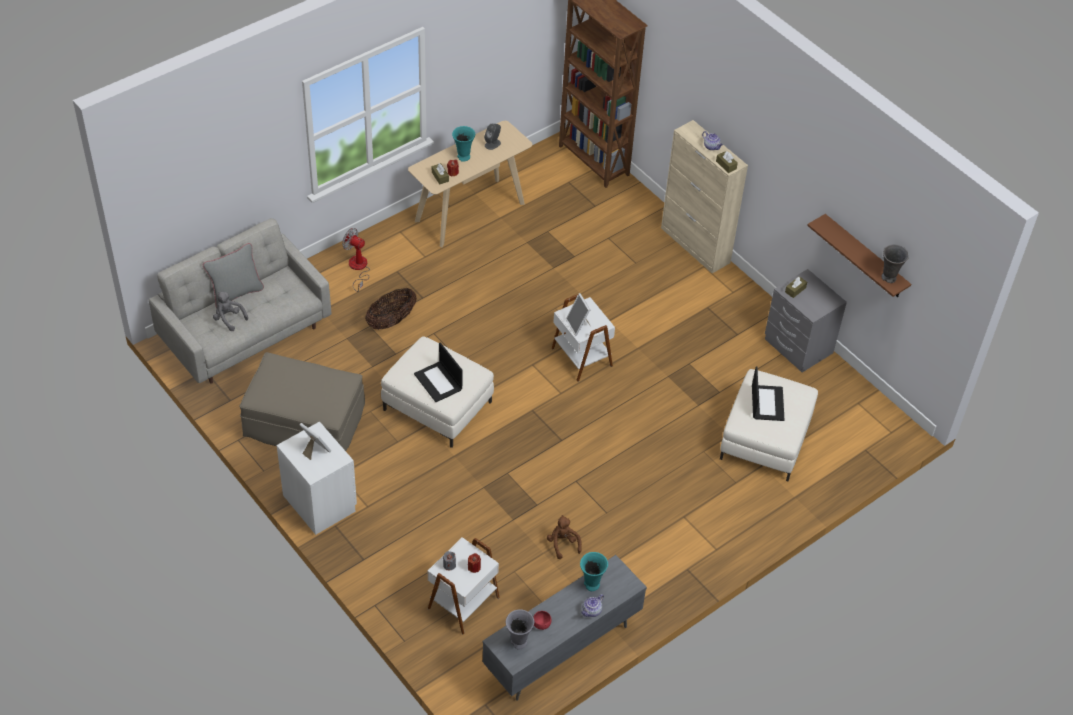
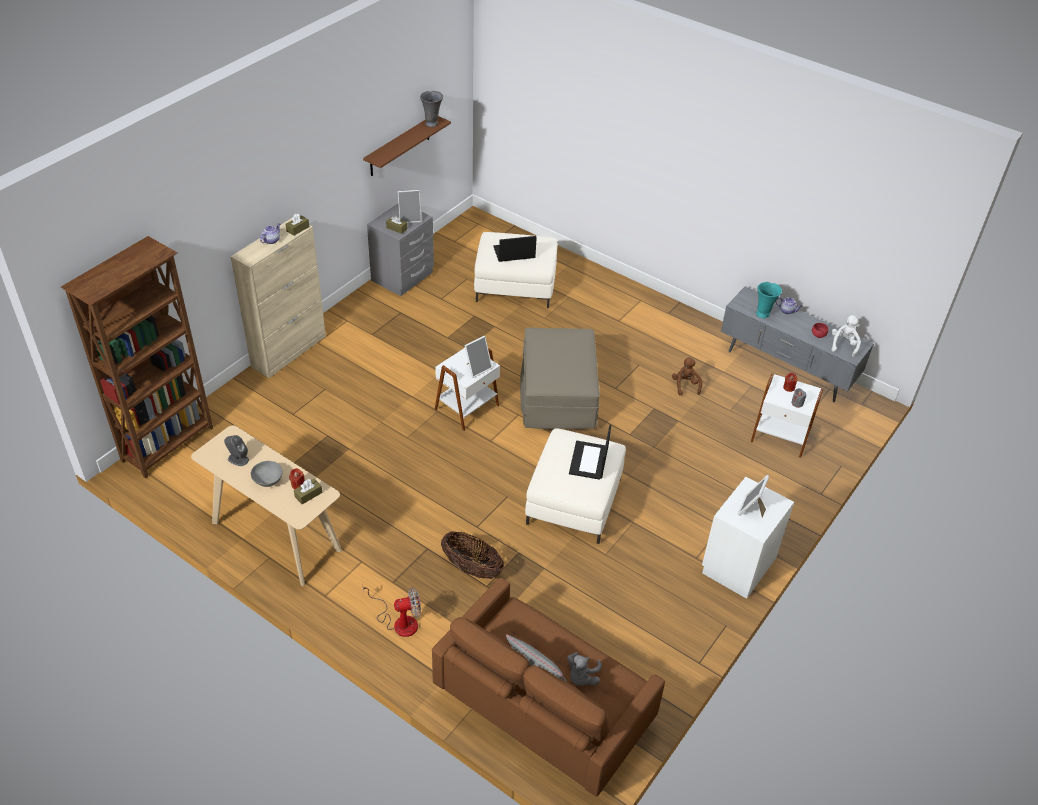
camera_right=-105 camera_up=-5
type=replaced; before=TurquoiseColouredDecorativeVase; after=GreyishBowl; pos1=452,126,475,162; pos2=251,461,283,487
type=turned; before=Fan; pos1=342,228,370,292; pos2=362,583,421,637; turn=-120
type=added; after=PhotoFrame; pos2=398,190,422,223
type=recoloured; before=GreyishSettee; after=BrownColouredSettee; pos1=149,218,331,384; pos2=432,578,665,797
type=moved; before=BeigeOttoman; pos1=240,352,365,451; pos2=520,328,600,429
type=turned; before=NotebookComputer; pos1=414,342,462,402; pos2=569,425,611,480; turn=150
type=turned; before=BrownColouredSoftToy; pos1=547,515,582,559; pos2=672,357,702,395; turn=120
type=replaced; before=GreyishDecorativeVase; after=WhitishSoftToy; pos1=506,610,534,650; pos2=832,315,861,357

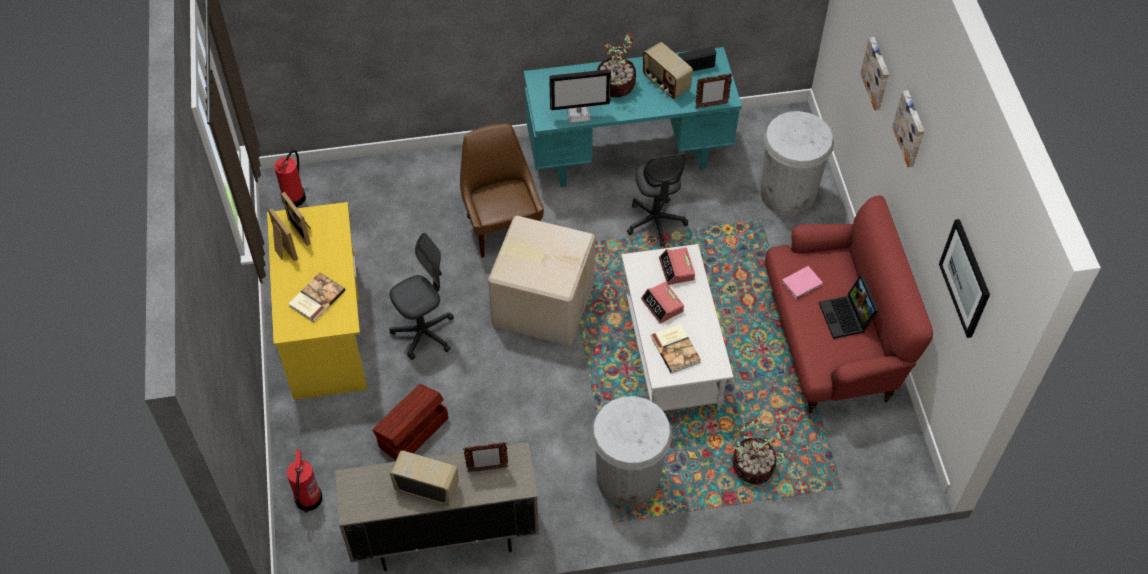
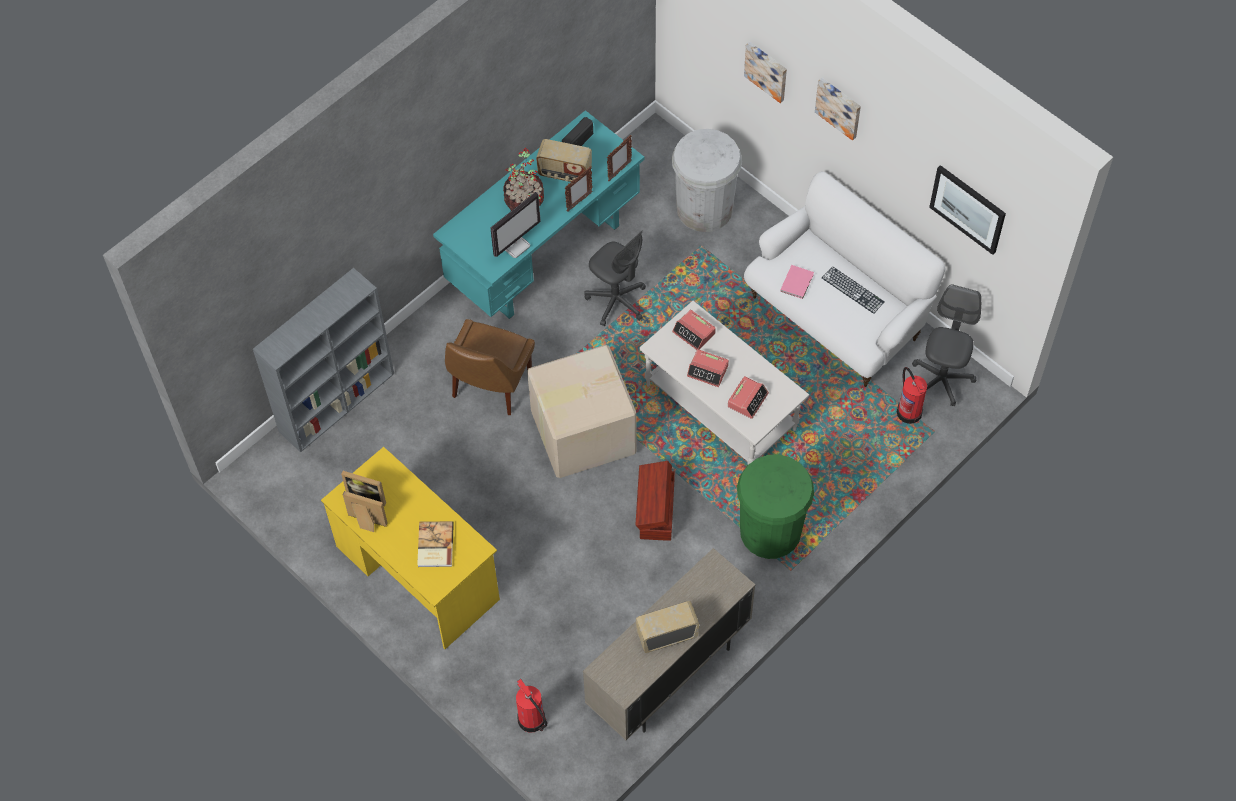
camera_right=-35 camera_up=5
type=added; after=GreyishShelvingUnit; pos2=253,268,394,452
type=turned; before=BrownColouredPlainChair; pos1=460,124,544,258; pos2=445,319,535,415; turn=-105
type=moved; before=PhotoFrame; pos1=463,442,509,472; pos2=565,166,593,212
type=moved; before=BrownColouredStorageContainer; pos1=372,384,448,460; pos2=635,461,675,541
type=replaced; before=Book; after=AlarmClock; pos1=651,324,701,374; pos2=728,376,769,419
type=recoloured; before=WhitishWasteBin; after=GreenColouredWasteBin; pos1=591,396,672,507; pos2=737,454,814,559
type=recoloured; before=ReddishSettee; after=WhitishSettee; pos1=765,196,933,413; pos2=744,172,945,387
type=replaced; before=NotebookComputer; after=ComputerKeyboard; pos1=819,275,879,339; pos2=822,266,884,314
type=moved; before=Extinguisher; pos1=274,150,306,207; pos2=897,367,927,424
type=moved; before=GreyishComputerChair; pos1=390,233,454,360; pos2=912,284,981,407
type=removed; before=PottedPlant; pos1=733,419,788,485

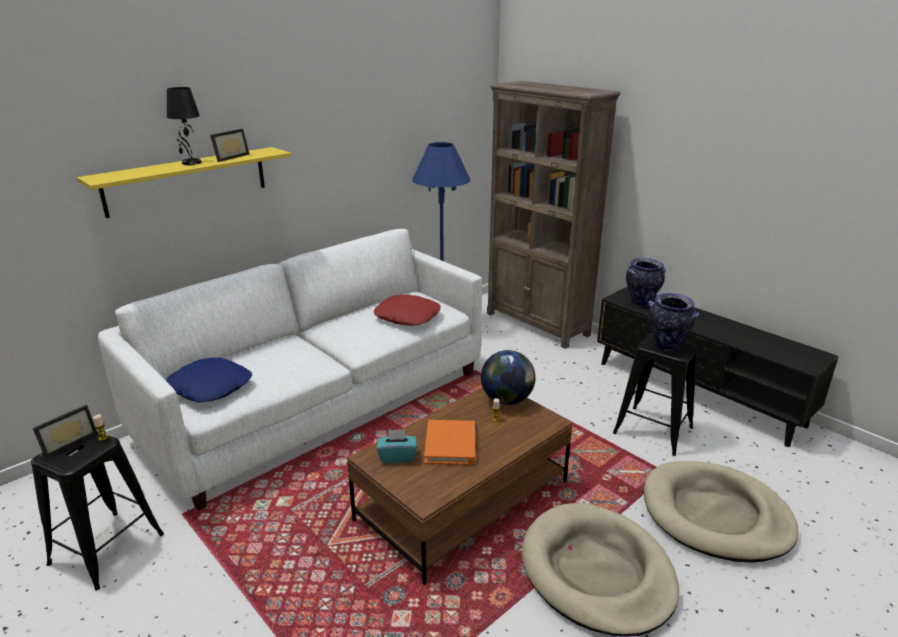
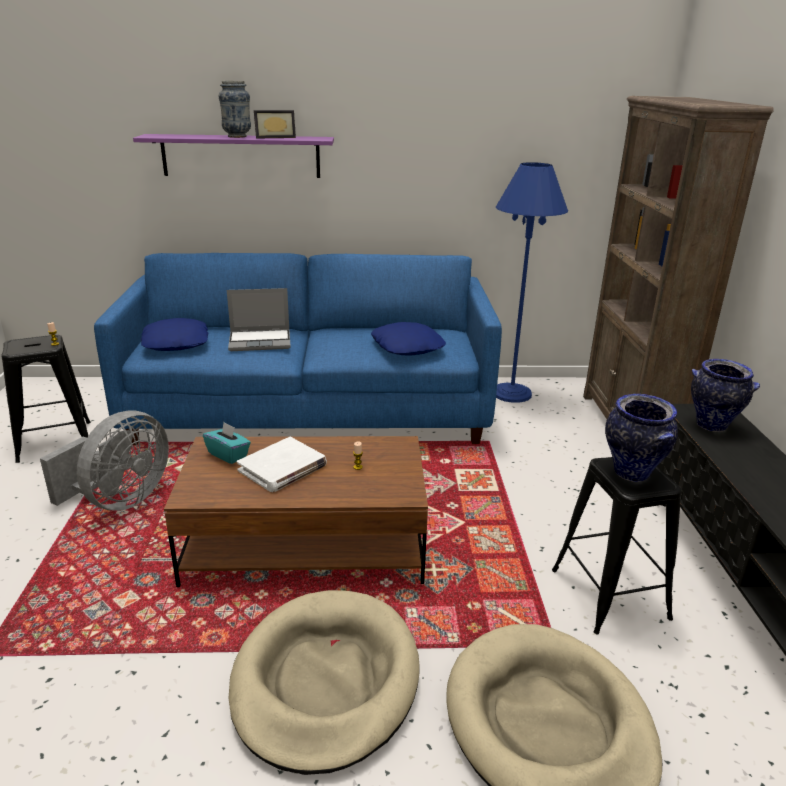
camera_right=40 camera_up=0
type=added; after=GreyishFan; pos2=40,410,169,511
type=recoloured; before=WhitishSettee; after=BlueColouredSettee; pos1=98,229,482,511; pos2=94,253,502,445
type=recoloured; before=YellowishBracketShelf; after=PurplishBracketShelf; pos1=77,147,291,218; pos2=133,134,334,178
type=replaced; before=BlackTabletopLamp; after=DecorativeVase; pos1=167,87,201,165; pos2=219,81,251,138
type=added; after=NotebookComputer; pos2=227,288,291,351
type=recoloured; before=OrangeColouredBook; after=WhitishBook; pos1=424,420,477,465; pos2=237,437,327,492
type=recoloured; before=ReddishThrowPillow; after=BlueColouredThrowPillow; pos1=374,295,441,326; pos2=371,322,446,355
type=removed; before=PhotoFrame; pos1=33,405,98,458
type=removed; before=Globe; pos1=481,350,536,405

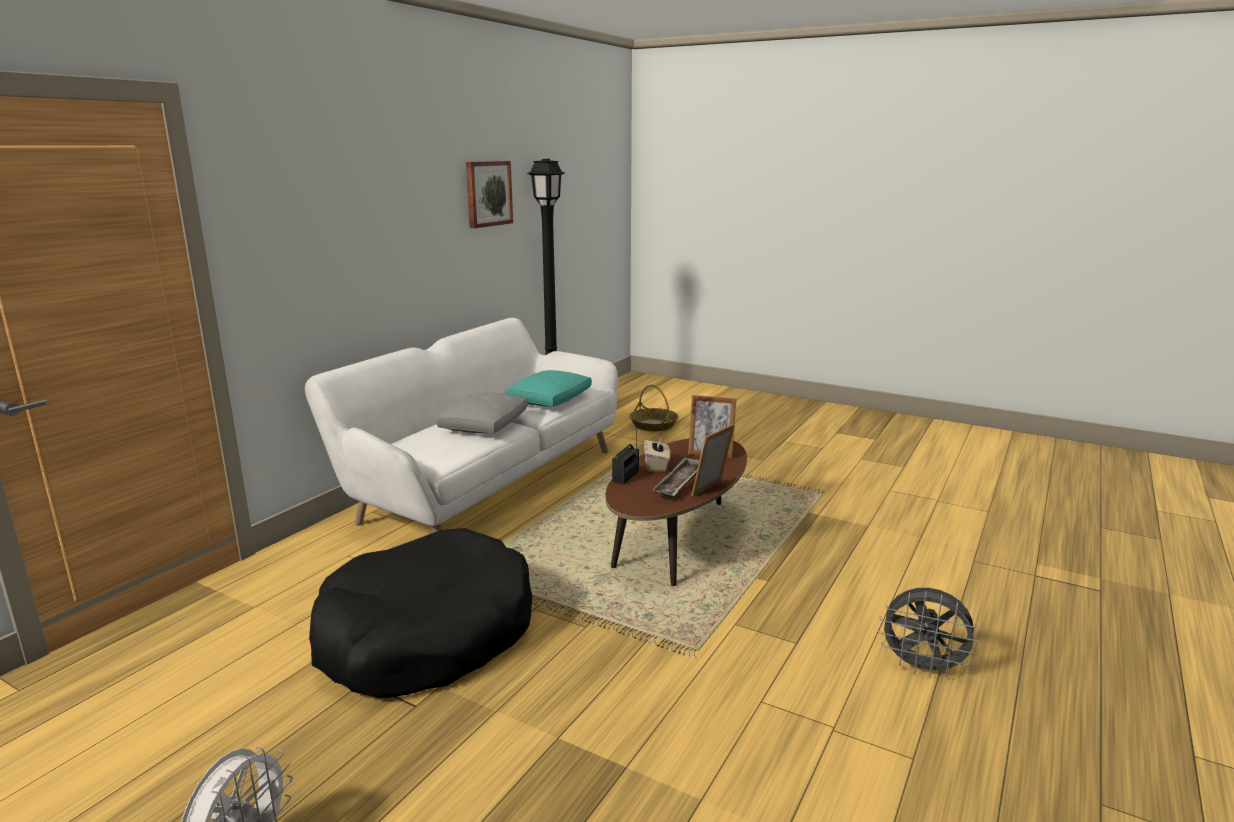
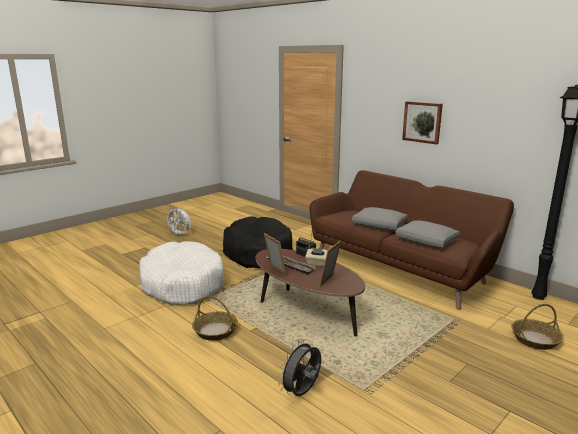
camera_right=105 camera_up=0
type=added; after=WhitishDogBed; pos2=139,241,224,305
type=added; after=StorageBasket; pos2=192,296,238,341
type=moved; before=GreyishFan; pos1=878,588,981,678; pos2=278,339,321,396
type=recoloured; before=WhitishSettee; after=BrownColouredSettee; pos1=305,318,618,533; pos2=309,170,514,310
type=recoloured; before=TurquoiseColouredThrowPillow; after=GreyishThrowPillow; pos1=505,370,592,406; pos2=395,220,460,247
type=moved; before=Picture; pos1=466,161,513,228; pos2=402,101,443,145

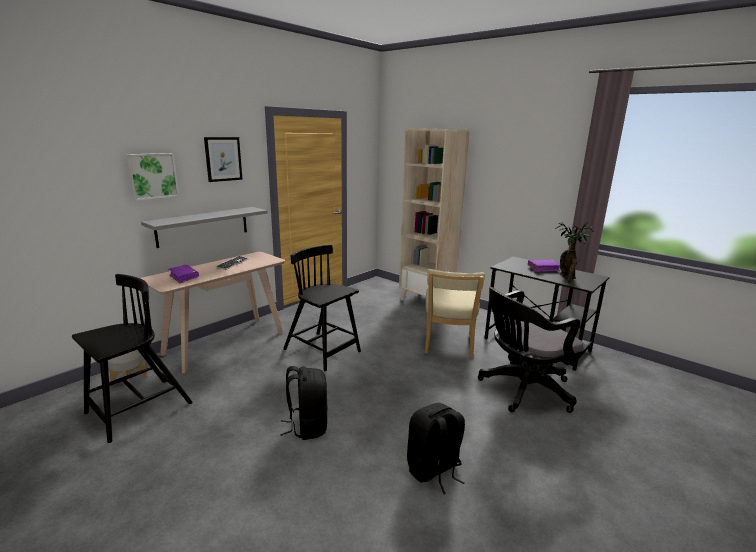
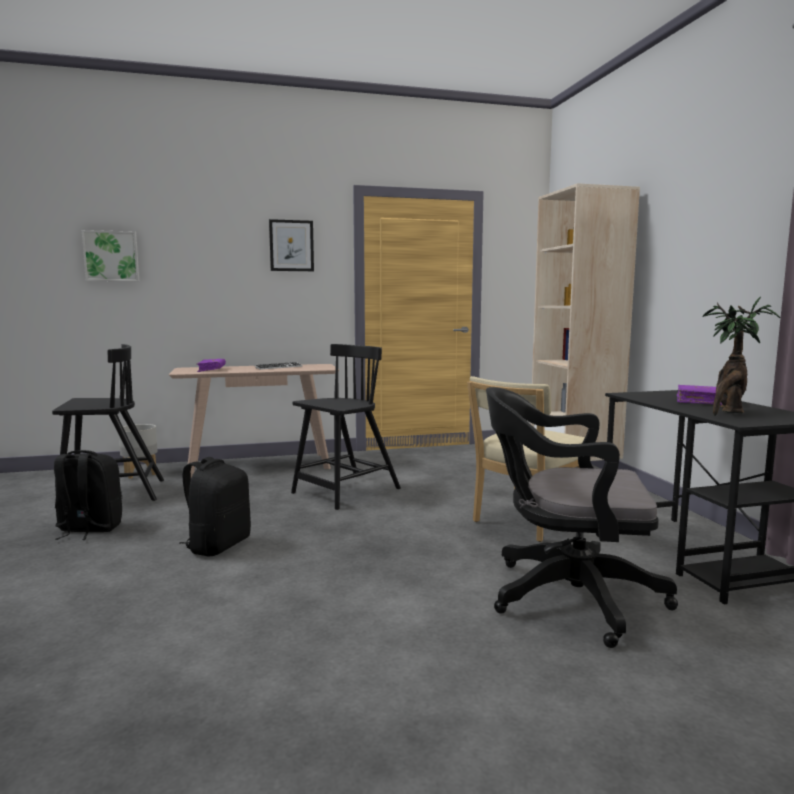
camera_right=35 camera_up=-10
type=moved; before=BlackRucksack; pos1=407,403,465,494; pos2=54,450,122,540
type=moved; before=Picture; pos1=126,153,179,201; pos2=82,230,139,281
type=turned; before=BlackPlainChair; pos1=283,245,361,371; pos2=291,344,401,510; turn=60
type=removed; before=GreyishBracketShelf; pos1=141,207,267,248

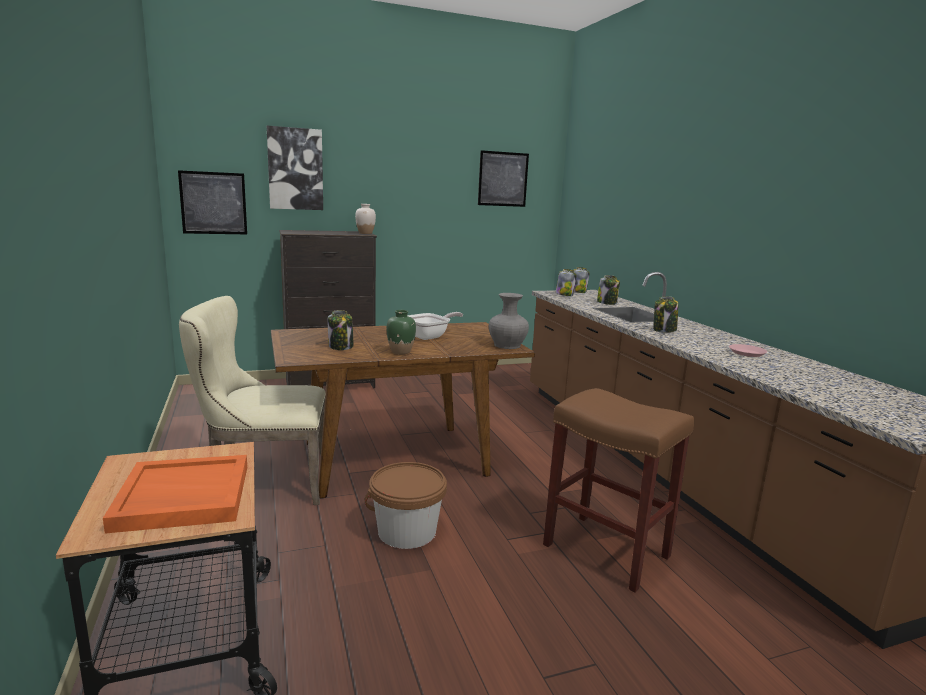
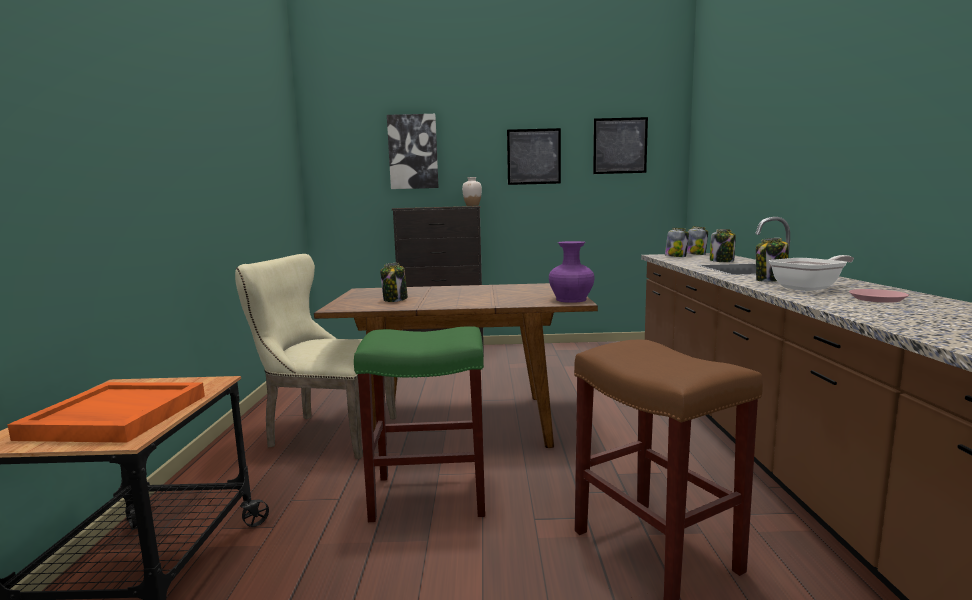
camera_right=20 camera_up=-5
type=replaced; before=BrownColouredPail; after=GreenColouredStool; pos1=365,462,447,549; pos2=354,326,485,522
type=moved; before=Picture; pos1=178,170,247,234; pos2=507,128,561,185
type=recoloured; before=GreyishDecorativeVase; after=PurplishDecorativeVase; pos1=489,293,529,349; pos2=549,241,595,303
type=moved; before=Skillet; pos1=407,312,463,340; pos2=769,255,854,291
type=removed; before=GreenColouredDecorativeVase; pos1=386,310,416,354

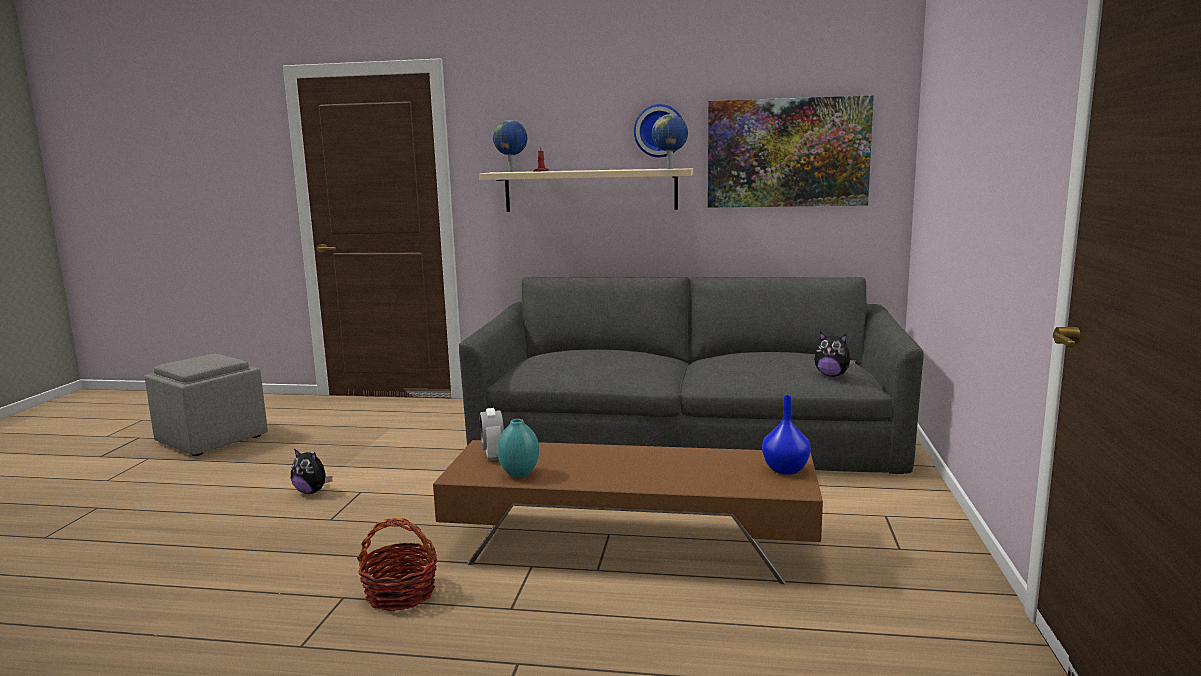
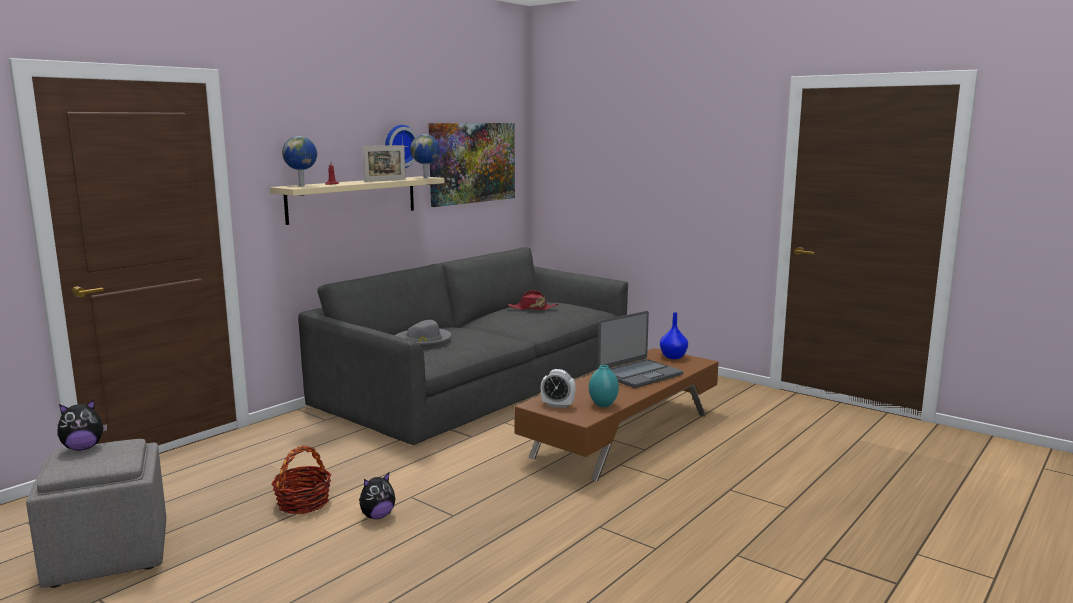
camera_right=-60 camera_up=0
type=moved; before=SoftToy; pos1=814,332,856,376; pos2=57,399,107,451
type=moved; before=StorageBasket; pos1=357,518,437,611; pos2=271,446,332,514
type=added; after=PhotoFrame; pos2=363,145,406,182
type=added; after=GreyishClothingHat; pos2=395,320,452,347
type=added; after=ReddishClothingHat; pos2=508,290,558,310
type=added; after=NotebookComputer; pos2=597,311,683,388

